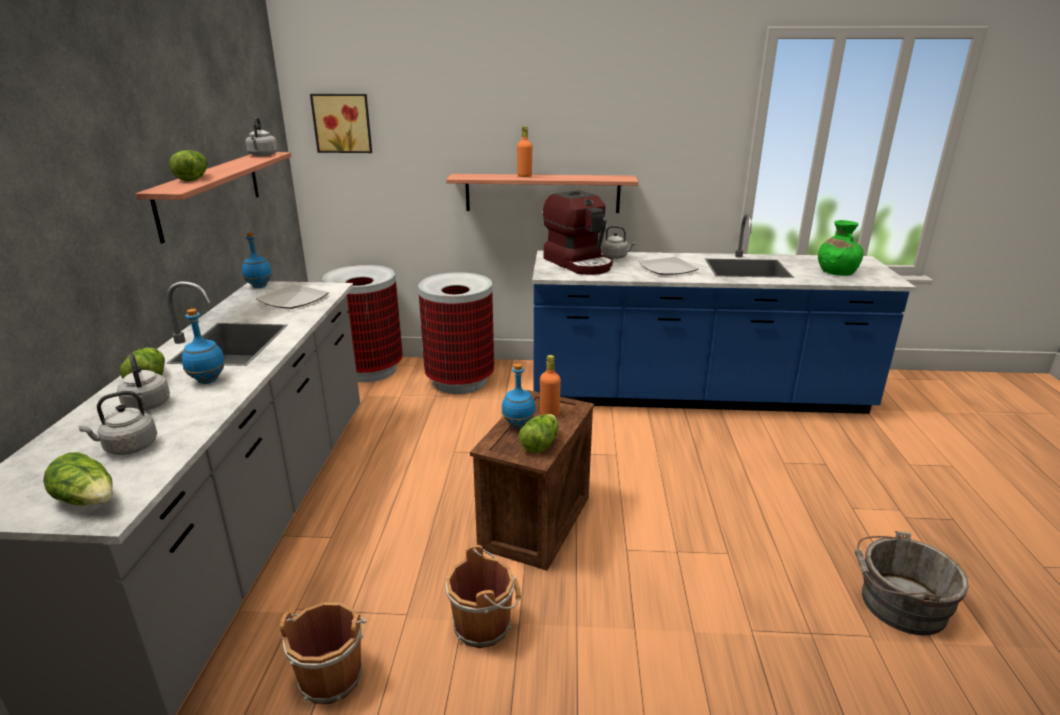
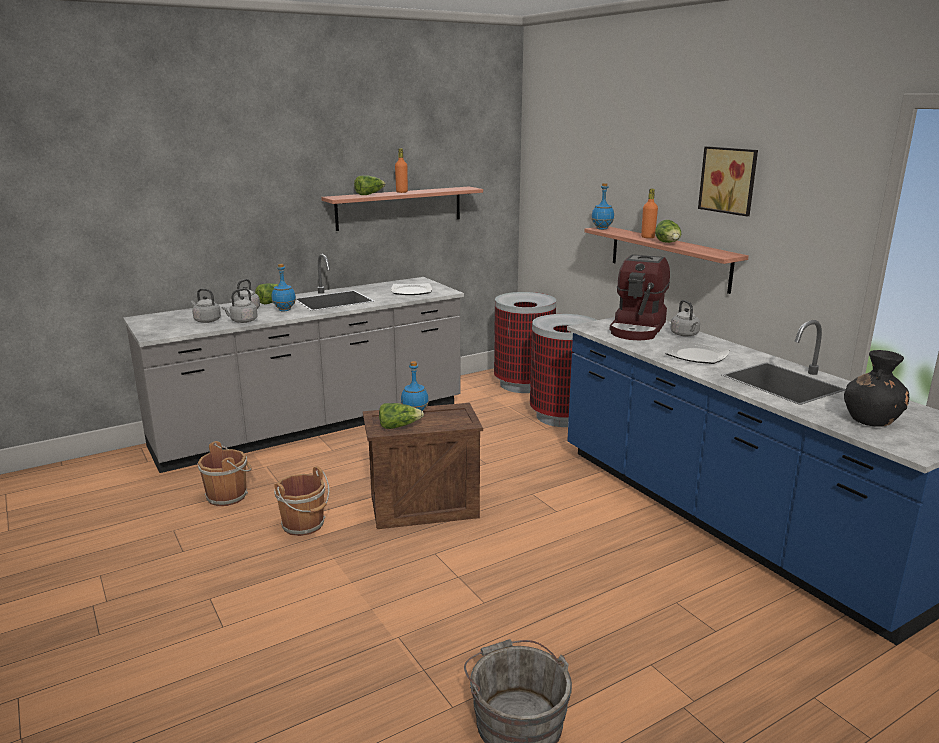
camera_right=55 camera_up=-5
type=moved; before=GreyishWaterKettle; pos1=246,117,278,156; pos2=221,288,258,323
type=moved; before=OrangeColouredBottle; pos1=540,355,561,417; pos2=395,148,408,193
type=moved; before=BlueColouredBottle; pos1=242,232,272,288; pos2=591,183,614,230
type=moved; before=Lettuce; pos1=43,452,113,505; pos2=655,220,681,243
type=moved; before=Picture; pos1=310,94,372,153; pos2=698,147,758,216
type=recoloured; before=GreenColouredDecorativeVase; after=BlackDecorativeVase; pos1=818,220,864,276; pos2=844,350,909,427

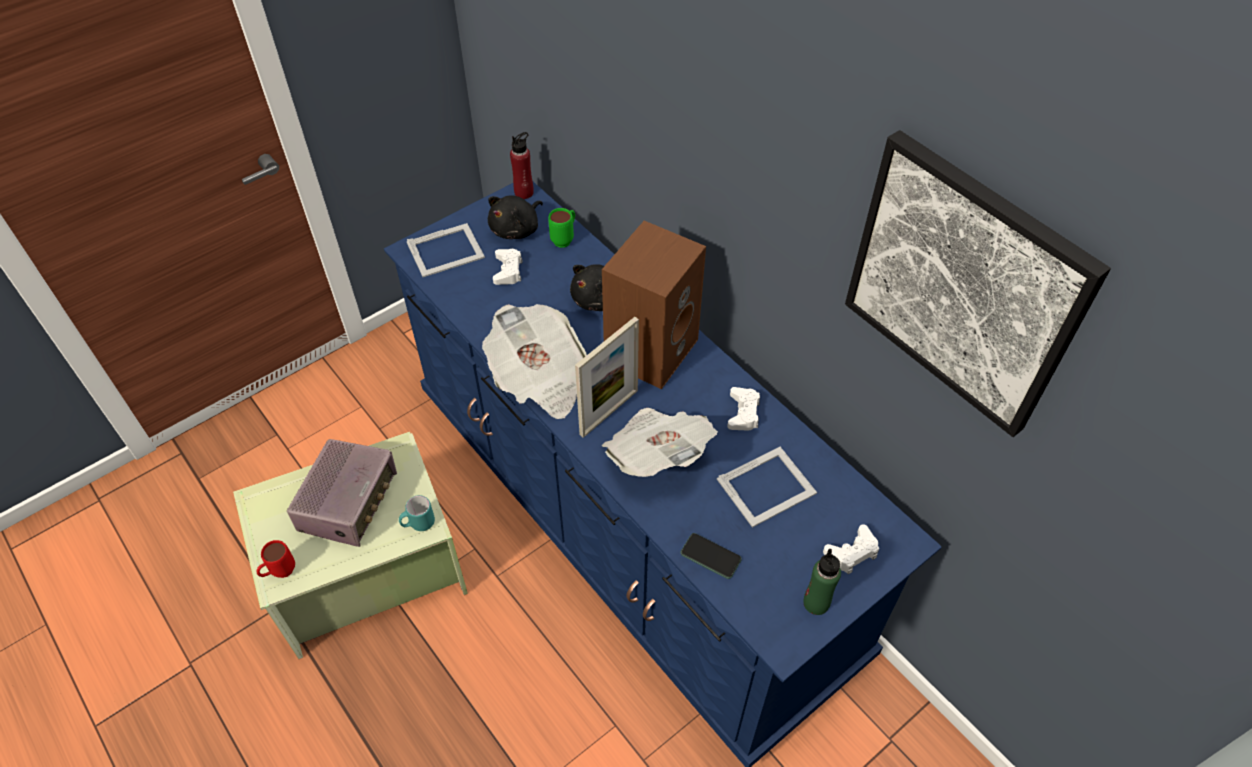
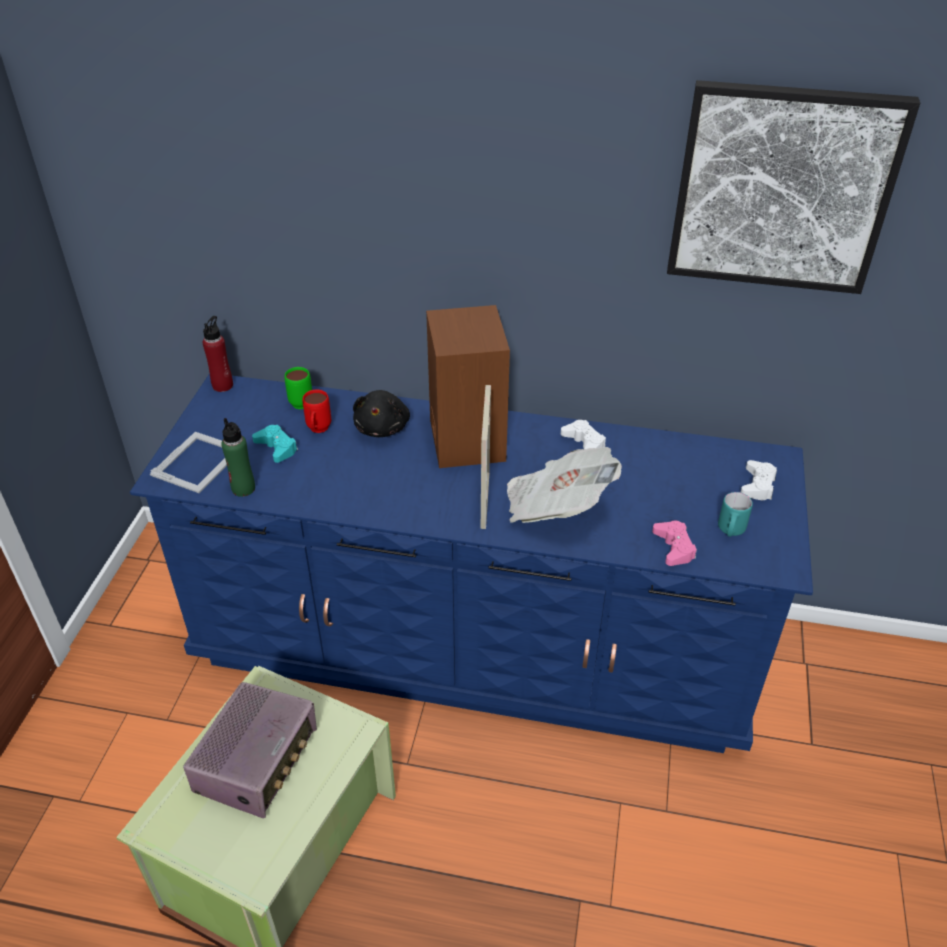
camera_right=-40 camera_up=-10
type=turned; before=RadioSet; pos1=287,439,397,547; pos2=183,682,317,818; turn=45
type=moved; before=GreenColouredBottle; pos1=803,549,841,615; pos2=221,418,255,497
type=recoloured; before=WhitishGamepad; after=TurquoiseColouredGamepad; pos1=493,249,523,285; pos2=252,425,298,463
type=moved; before=ReddishMug; pos1=256,540,295,578; pos2=302,389,331,433
type=replaced; before=Telephone; after=PinkishGamepad; pos1=680,533,742,579; pos2=652,521,697,566
type=moved; before=TurquoiseColouredMug; pos1=399,495,435,531; pos2=718,492,753,537
type=removed; before=PrintedPaper; pos1=482,304,587,419
type=removed; before=BlackSoftToy; pos1=488,195,543,239
type=removed; before=PhotoFrame; pos1=717,447,817,528

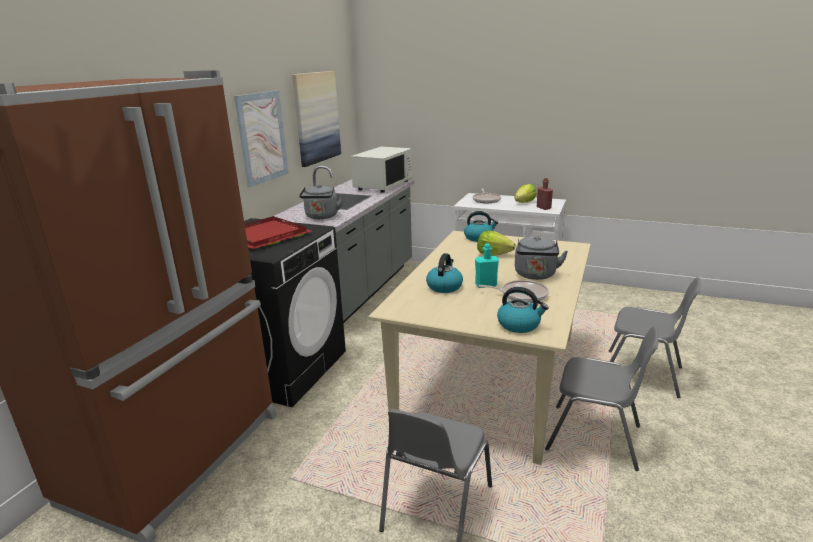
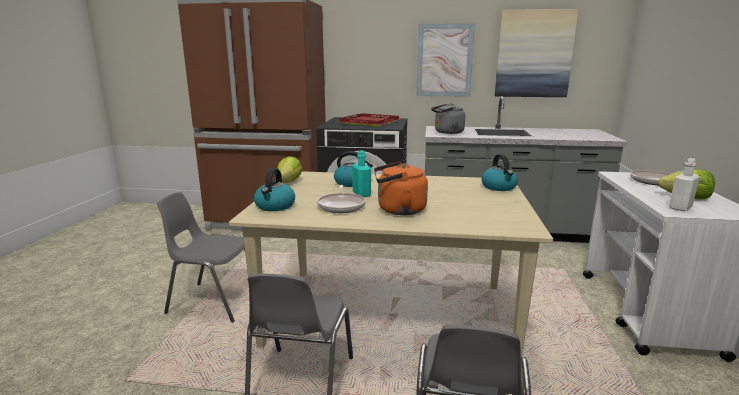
camera_right=75 camera_up=-5
type=moved; before=Lettuce; pos1=477,231,516,256; pos2=277,156,303,183
type=recoloured; before=GreyishWaterKettle; after=OrangeColouredWaterKettle; pos1=515,236,568,280; pos2=374,162,428,215
type=recoloured; before=ReddishBottle; after=WhitishBottle; pos1=537,178,553,210; pos2=669,158,700,211
type=removed; before=WhitishKitchenMicrowave; pos1=350,147,413,193

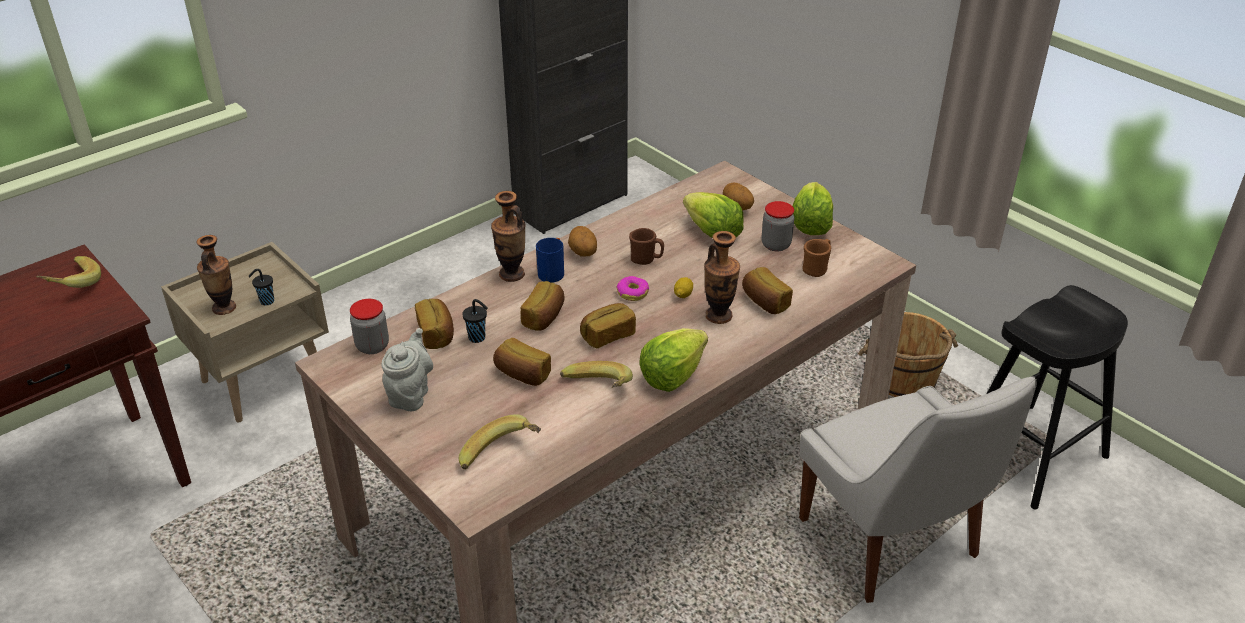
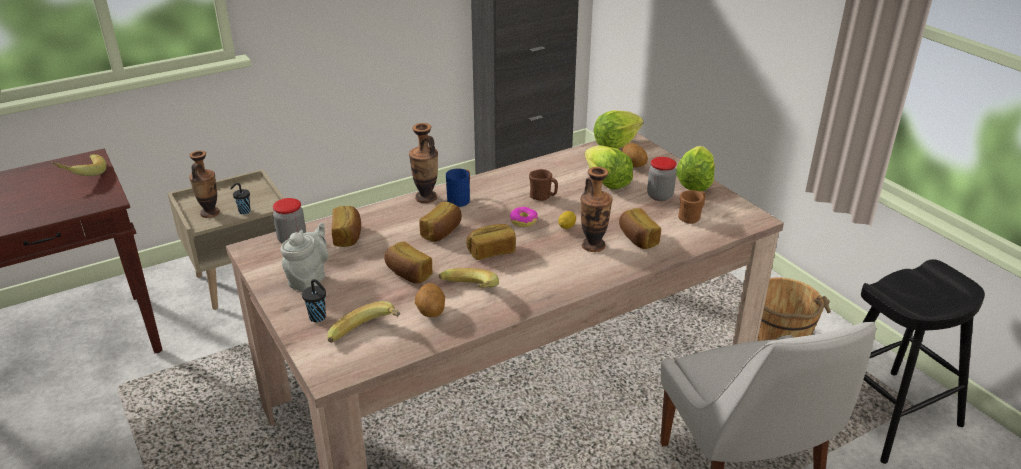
camera_right=10 camera_up=-5
type=moved; before=BlackDrinkingCup; pos1=462,299,488,343; pos2=302,279,326,322
type=moved; before=WholePotato; pos1=568,226,597,257; pos2=415,283,445,317
type=moved; before=Lettuce; pos1=639,328,708,392; pos2=593,110,643,149

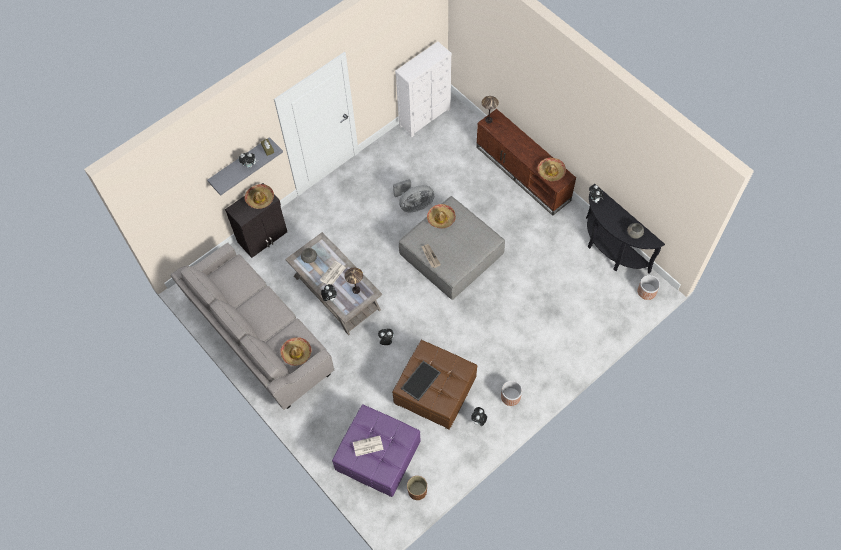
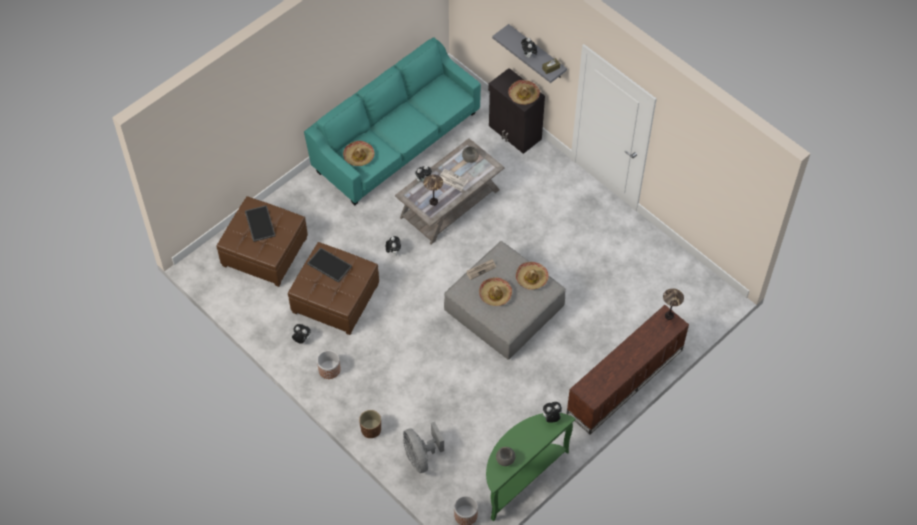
camera_right=85 camera_up=-5
type=recoloured; before=PurplishOttoman; after=BrownColouredOttoman; pos1=332,404,420,497; pos2=216,196,308,287
type=replaced; before=PrintedPaper; after=CarryingTray; pos1=353,436,384,456; pos2=245,205,276,242
type=recoloured; before=GreyishSettee; after=TurquoiseColouredSettee; pos1=171,243,334,410; pos2=304,37,481,205
type=moved; before=BrownColouredPlantPot; pos1=407,476,427,500; pos2=359,410,381,438
type=moved; before=GreyishFan; pos1=393,179,434,212; pos2=403,422,444,473
type=moved; before=ClothingHat; pos1=538,158,566,181; pos2=479,278,512,306
type=recoloured; before=BlackConsoleTable; after=GreenColouredConsoleTable; pos1=586,183,665,274; pos2=486,413,576,521
type=removed; before=WhitishChestOfDrawers; pos1=395,41,452,138

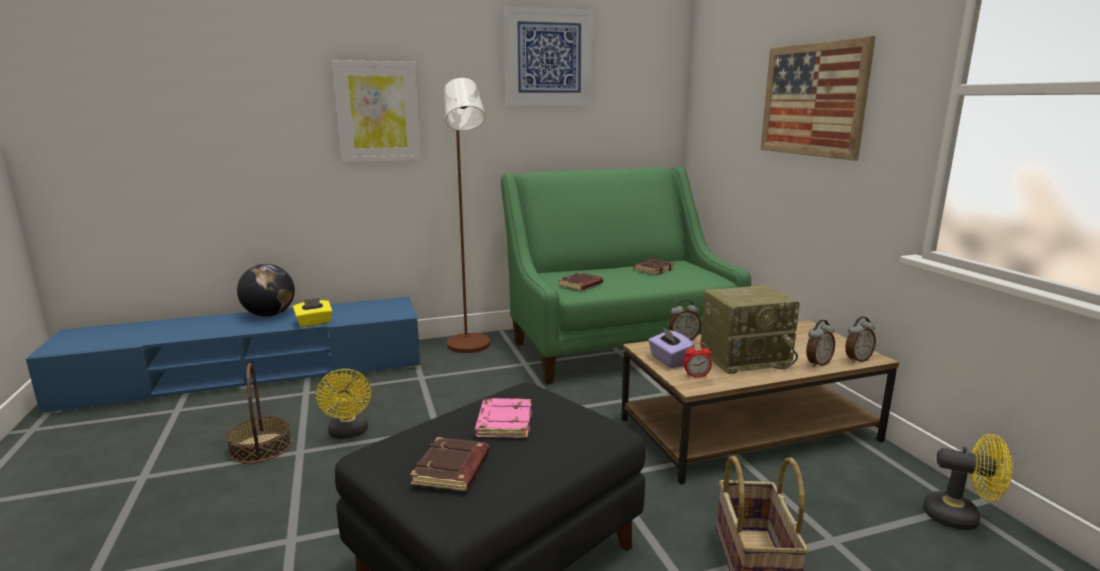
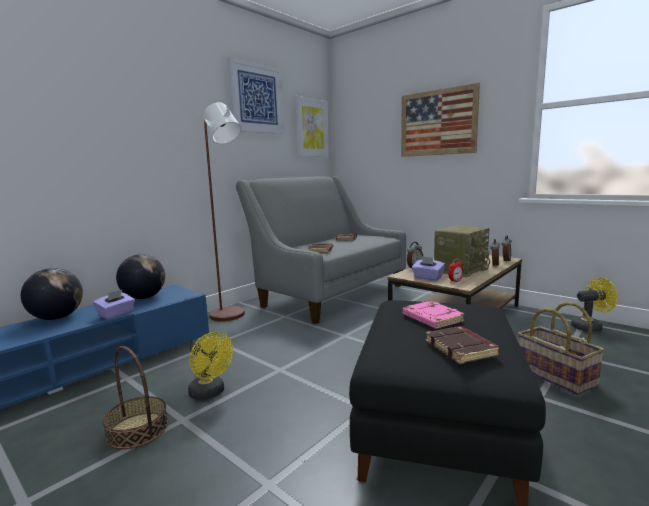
camera_right=-30 camera_up=-5
type=recoloured; before=YellowishBoxOfTissues; after=PurplishBoxOfTissues; pos1=293,298,332,327; pos2=93,290,135,319
type=added; after=Globe; pos2=116,254,165,299
type=recoloured; before=GreenColouredSettee; after=GreyishSettee; pos1=501,167,751,384; pos2=236,176,406,324
type=moved; before=Picture; pos1=332,60,421,163; pos2=294,96,329,157

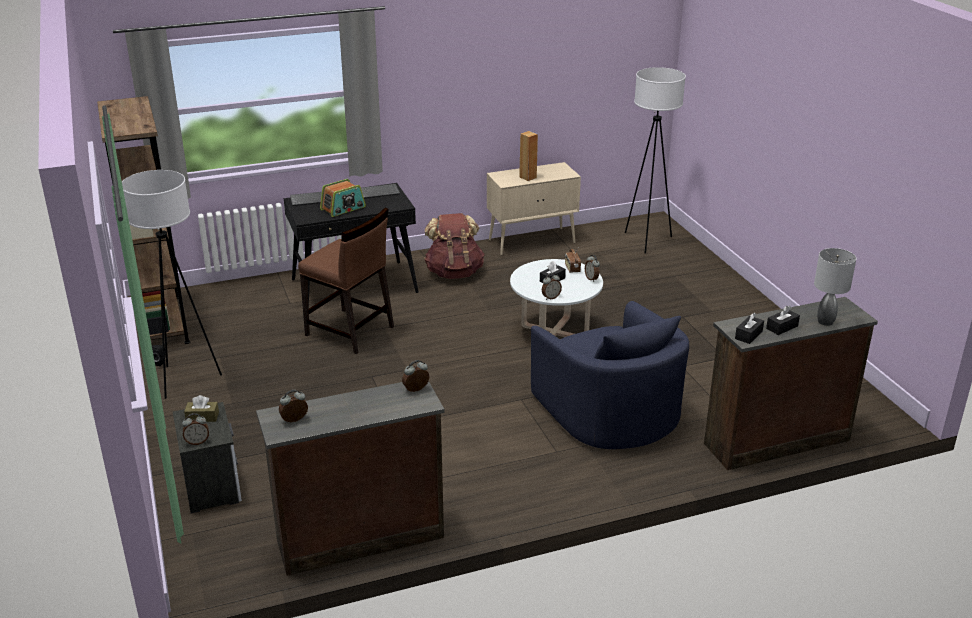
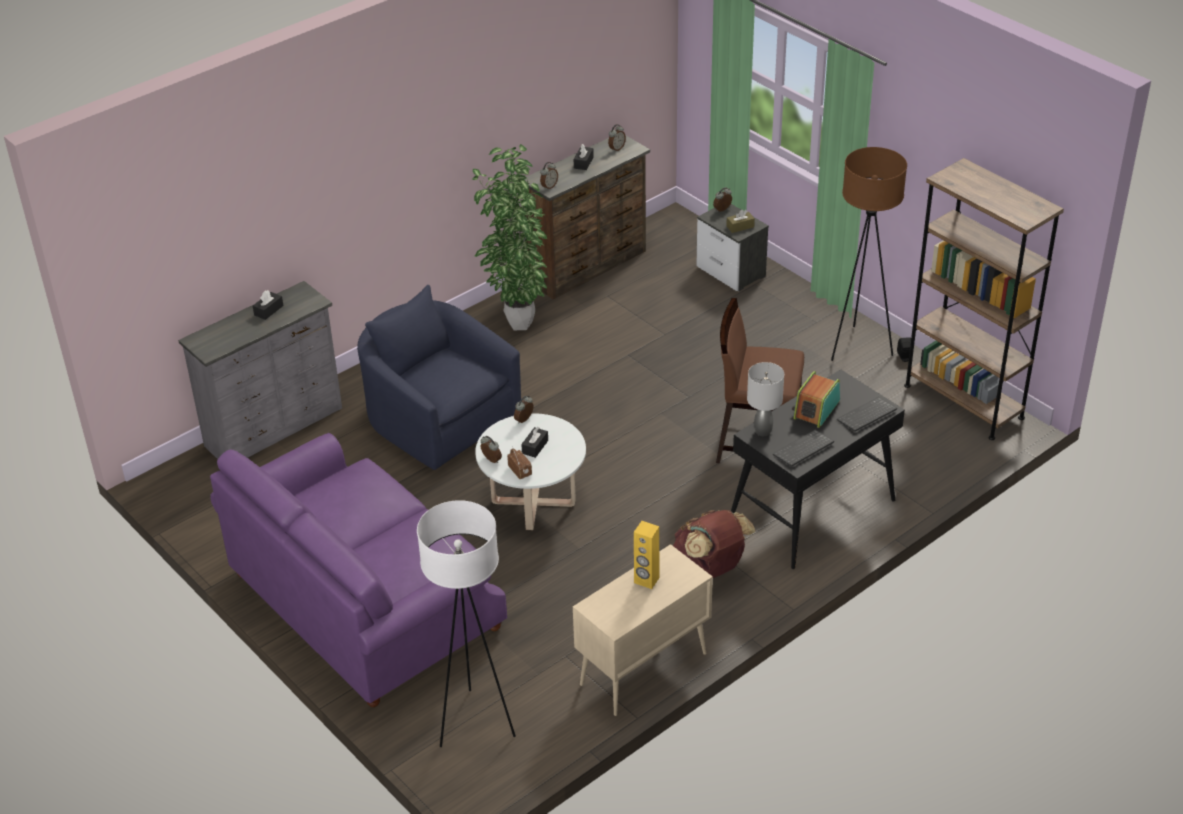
camera_right=160 camera_up=10
type=recoloured; before=BrownColouredChestOfDrawers; after=GreyishChestOfDrawers; pos1=704,297,878,470; pos2=178,281,342,459
type=added; after=PurplishSettee; pos2=210,433,507,707
type=added; after=PottedPlant; pos2=472,144,547,330
type=moved; before=BlackBoxOfTissues; pos1=735,313,764,344; pos2=574,144,594,170
type=recoloured; before=BrownColouredLoudspeaker; after=YellowishLoudspeaker; pos1=519,131,538,181; pos2=634,521,660,589
type=moved; before=GreyishTabletopLamp; pos1=814,248,856,326; pos2=747,362,784,436
type=recoloured; before=WhitishStandingLamp; after=BrownColouredStandingLamp; pos1=122,170,222,399; pos2=831,147,907,361

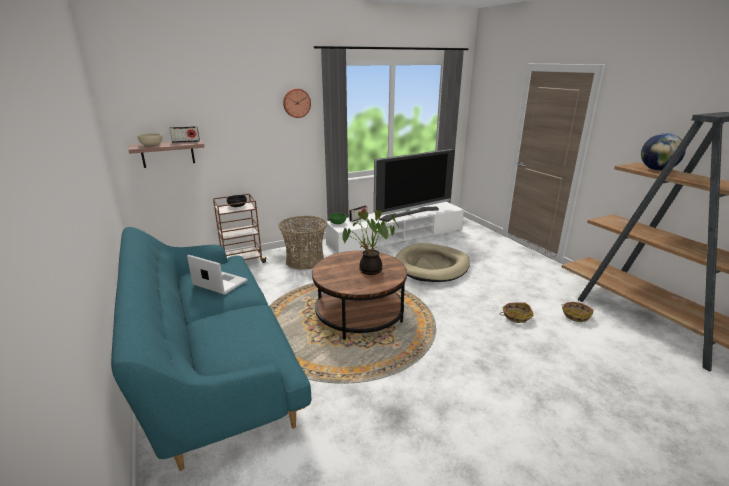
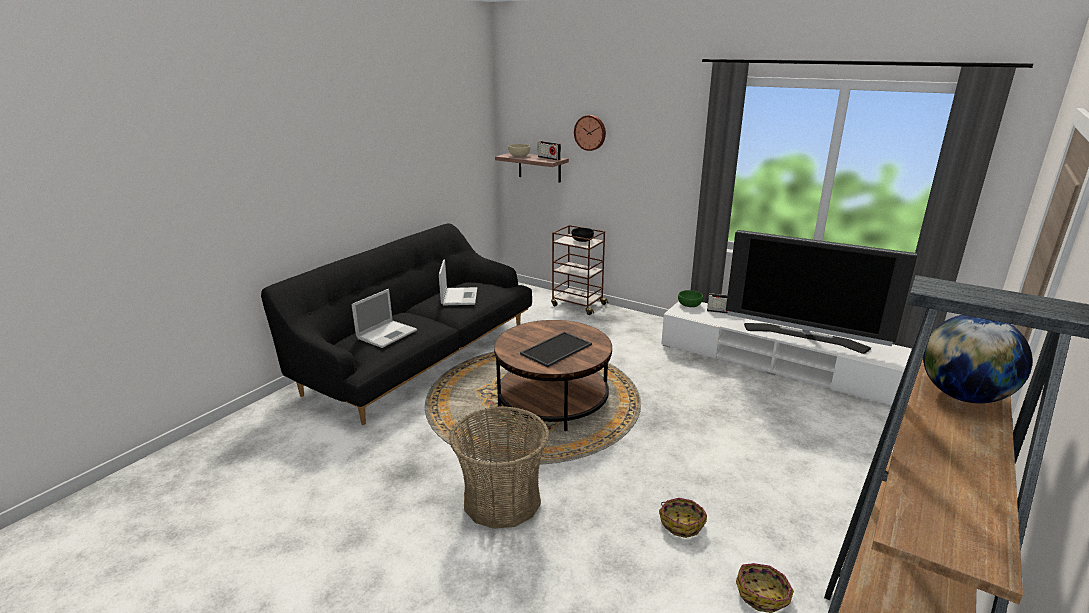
camera_right=60 camera_up=0
type=recoloured; before=TurquoiseColouredSettee; after=BlackSettee; pos1=111,227,312,471; pos2=261,223,532,425
type=added; after=NotebookComputer; pos2=351,289,417,348
type=moved; before=StorageBasket; pos1=278,215,327,270; pos2=449,406,549,529
type=replaced; before=PottedPlant; after=CarryingTray; pos1=342,210,399,275; pos2=520,332,592,367
type=moved; before=ClockOnTheWall; pos1=283,88,311,118; pos2=574,115,606,151
type=removed; before=BeigeDogBed; pos1=394,243,470,282

